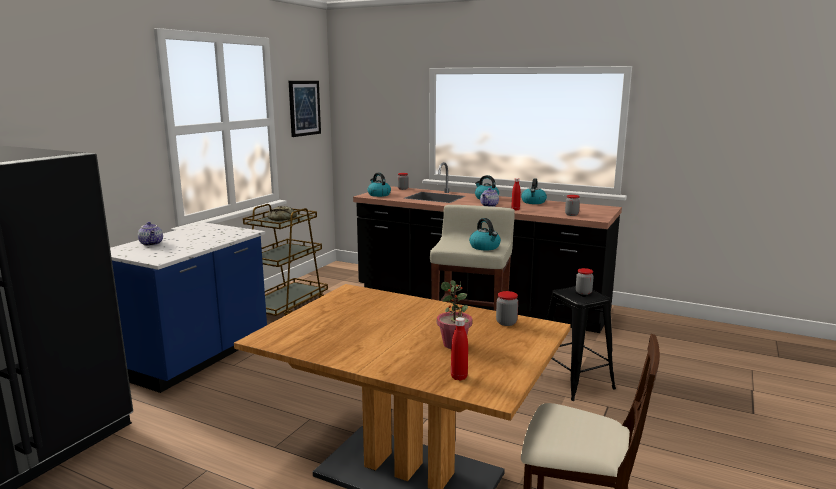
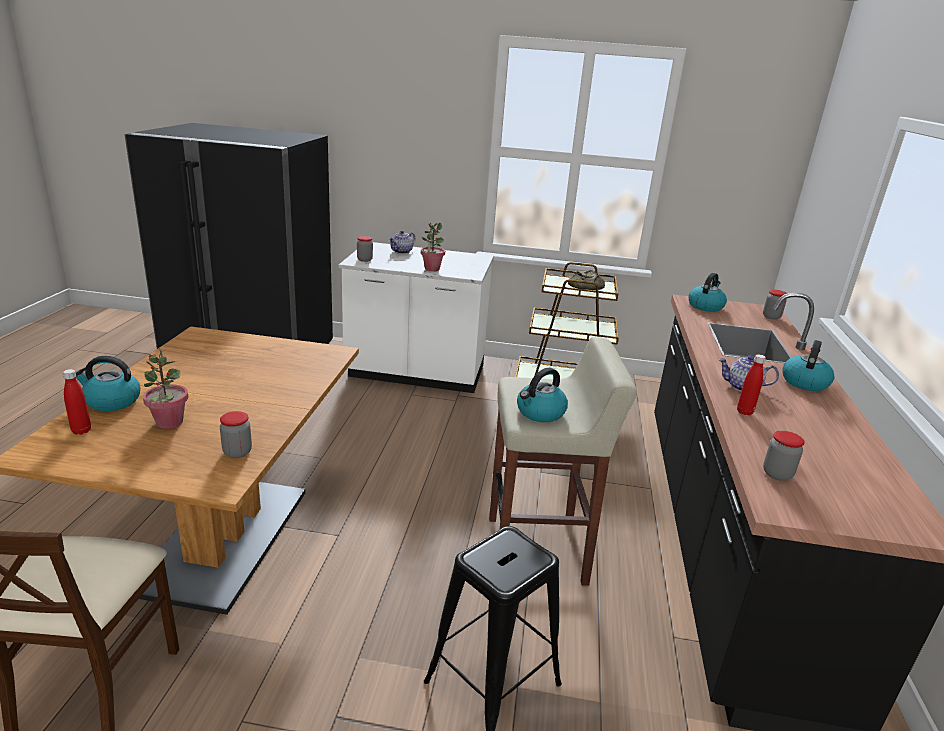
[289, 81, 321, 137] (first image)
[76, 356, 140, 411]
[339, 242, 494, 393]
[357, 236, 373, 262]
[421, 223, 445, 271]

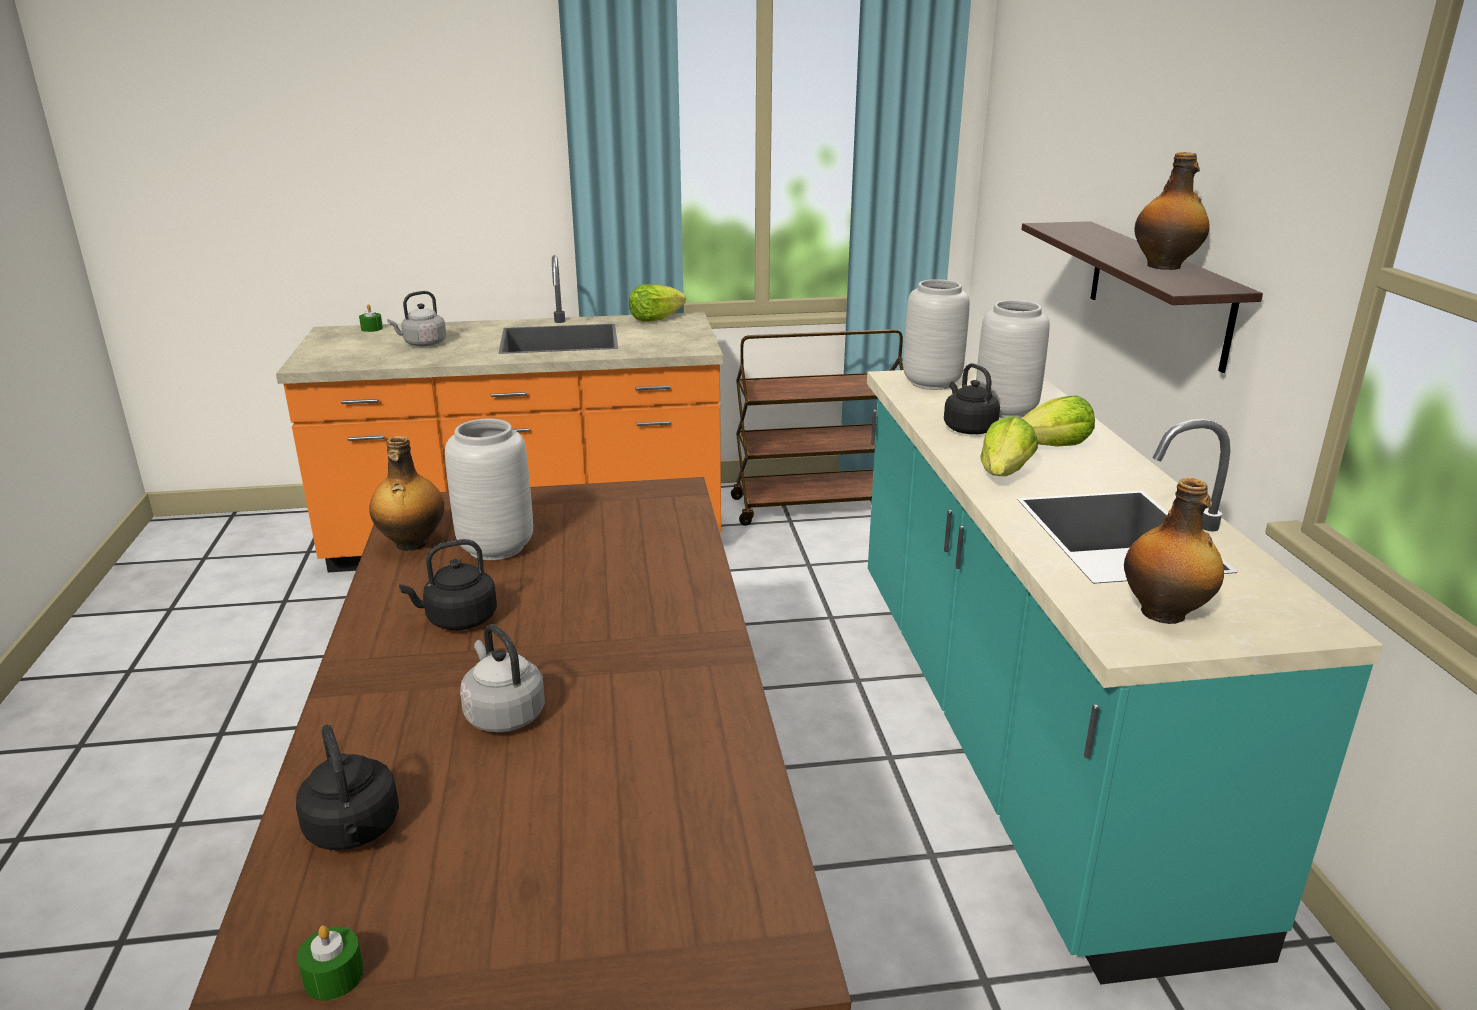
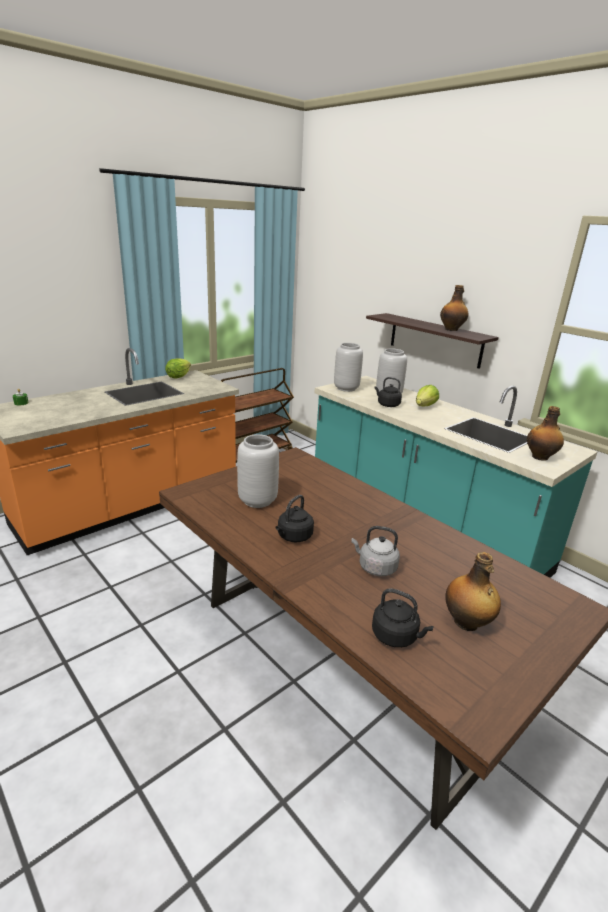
[387, 291, 446, 346] (first image)
[980, 416, 1038, 476] (first image)
[445, 552, 501, 631]
[297, 925, 364, 1001] (first image)

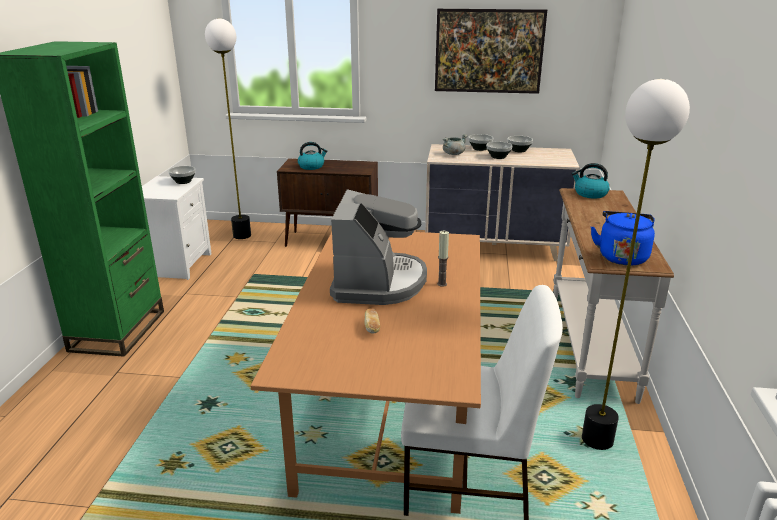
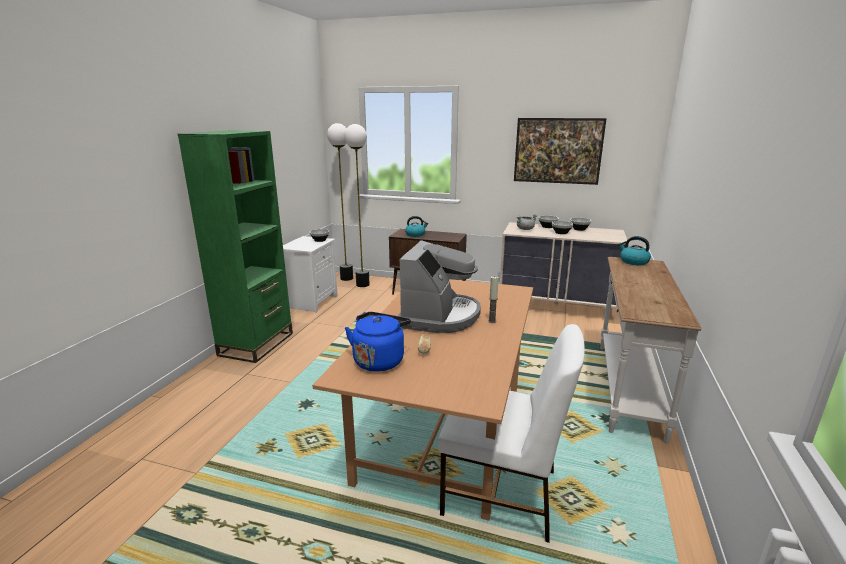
[327, 123, 353, 281]
[345, 312, 411, 372]

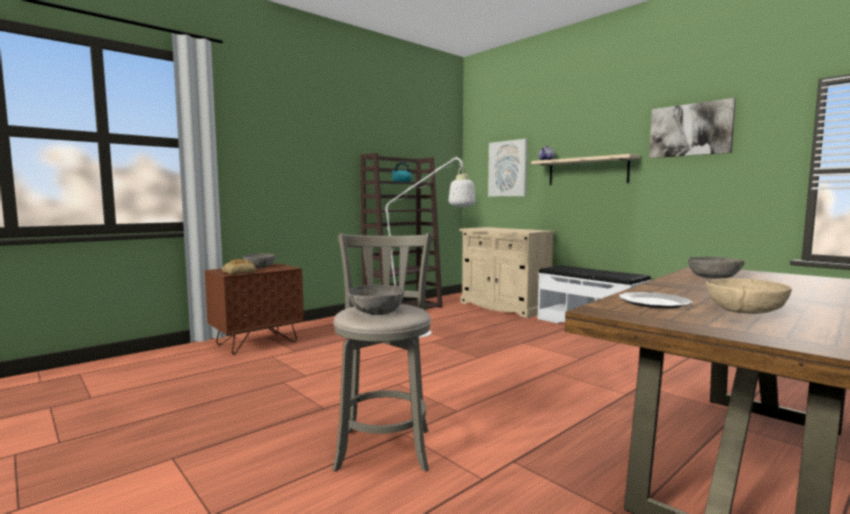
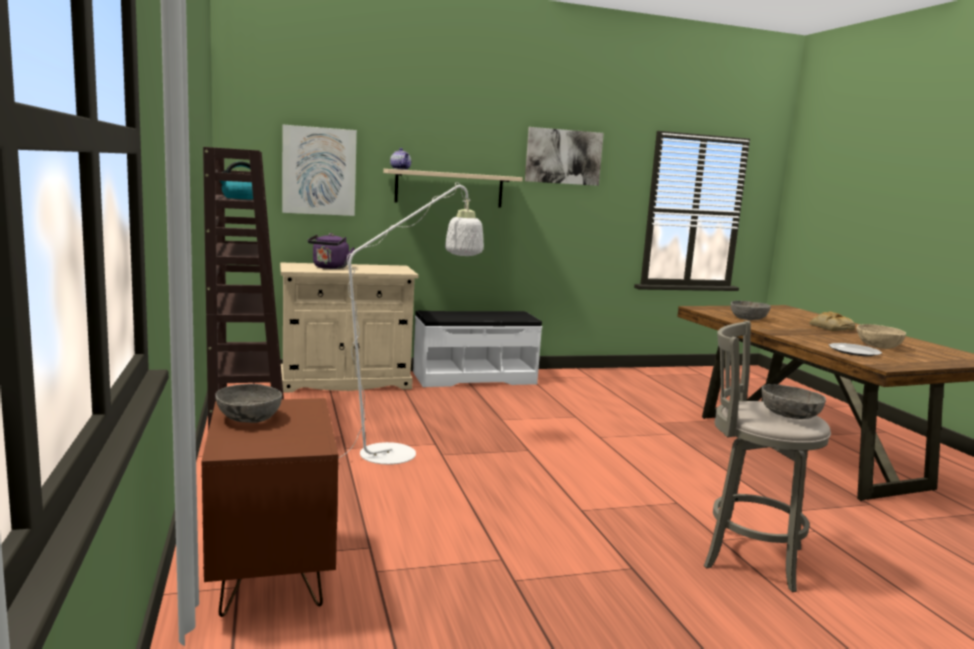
[809, 311, 855, 331]
[308, 233, 355, 269]

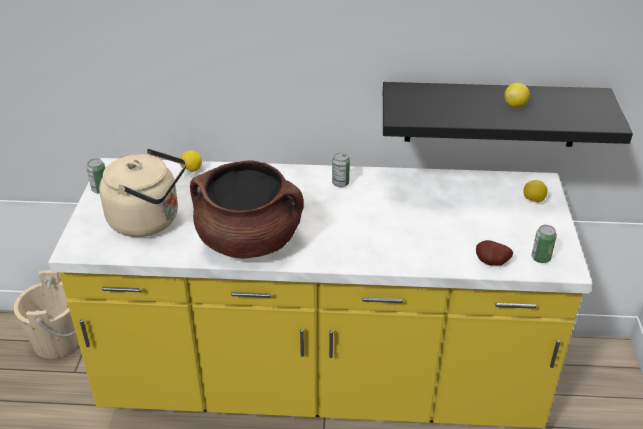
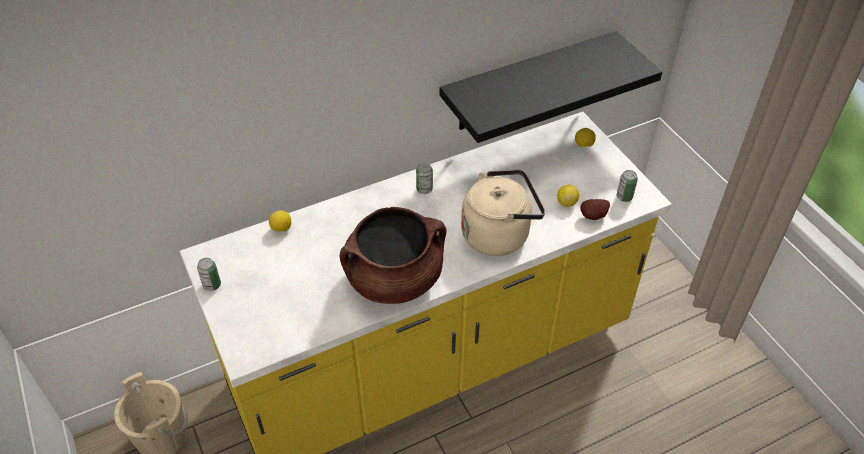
[557, 185, 579, 207]
[461, 169, 545, 256]

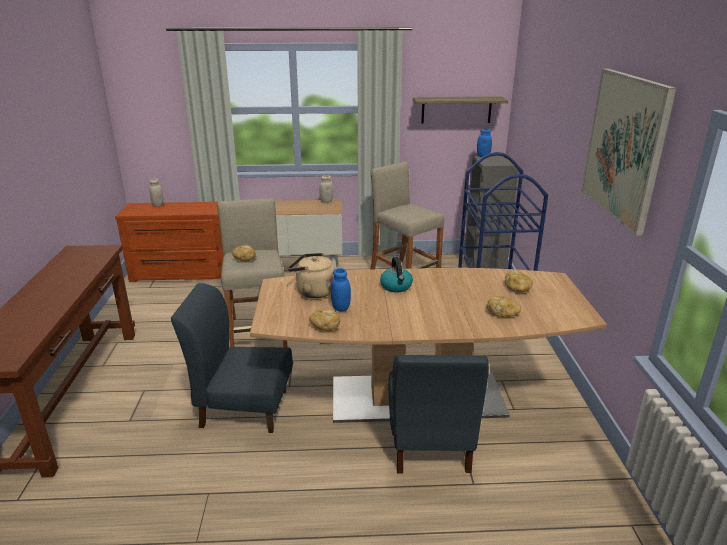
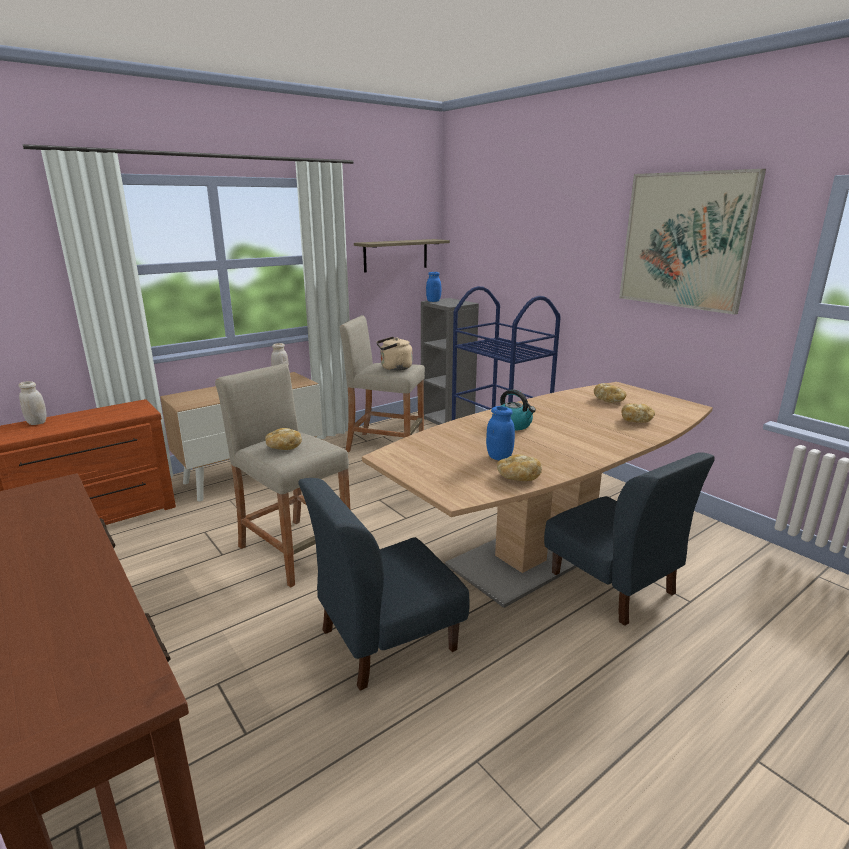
[376, 337, 412, 371]

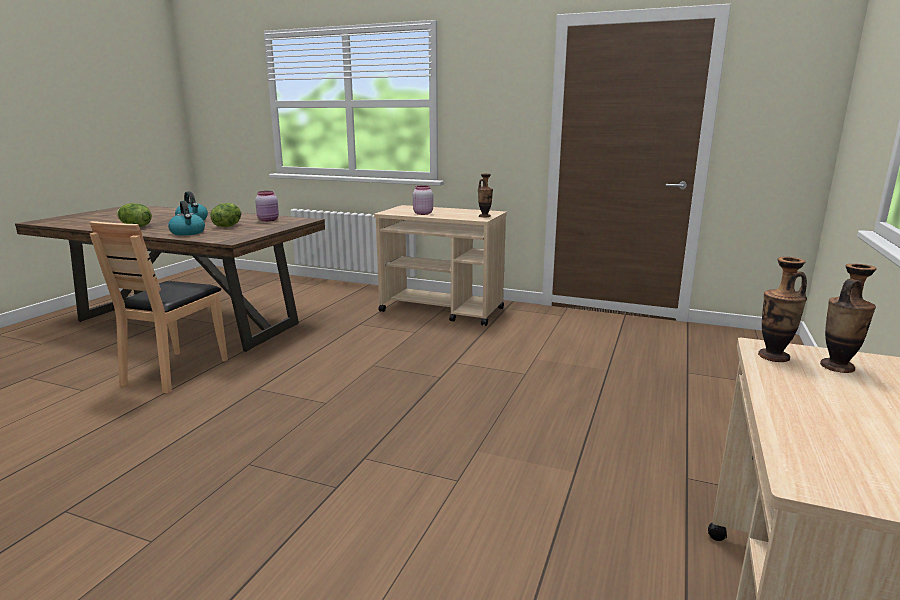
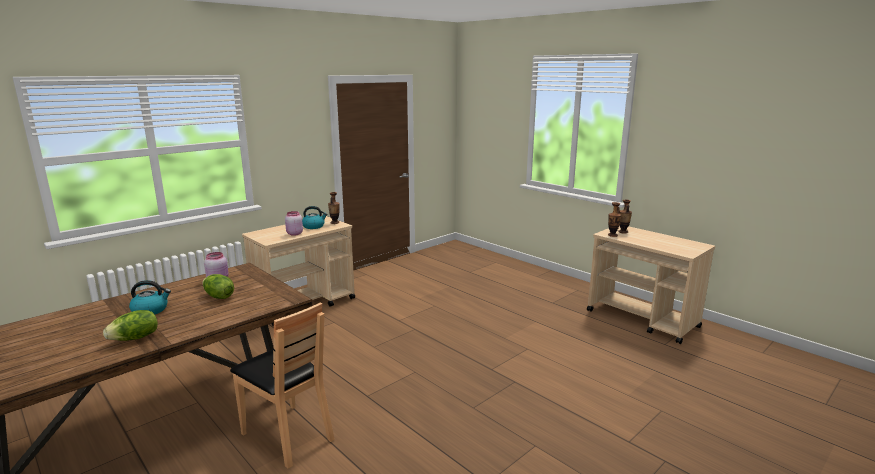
[302, 206, 327, 229]

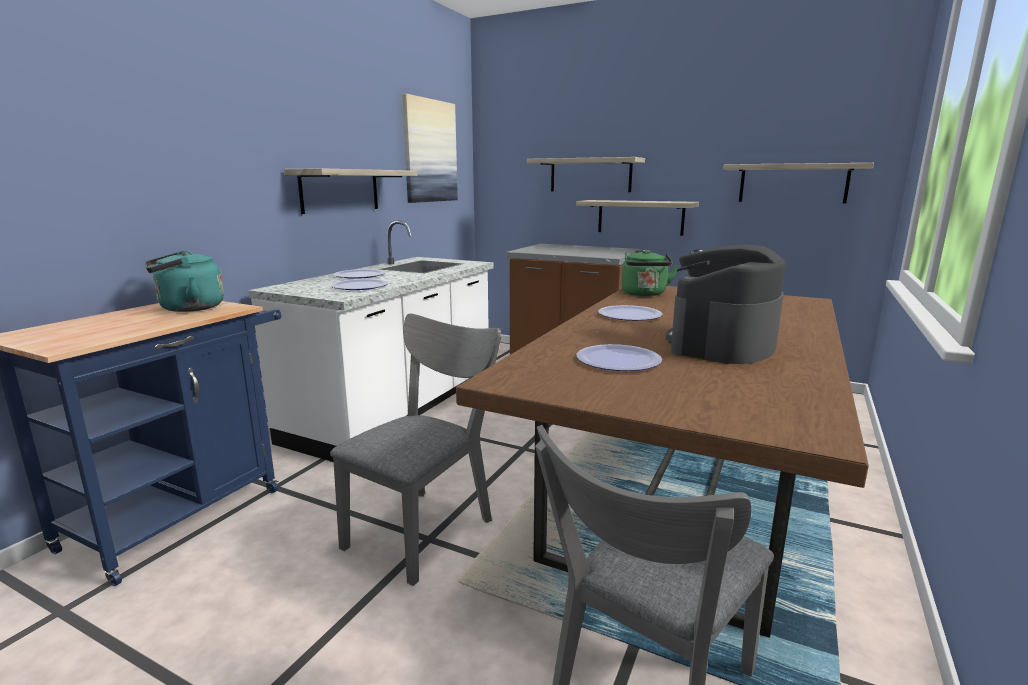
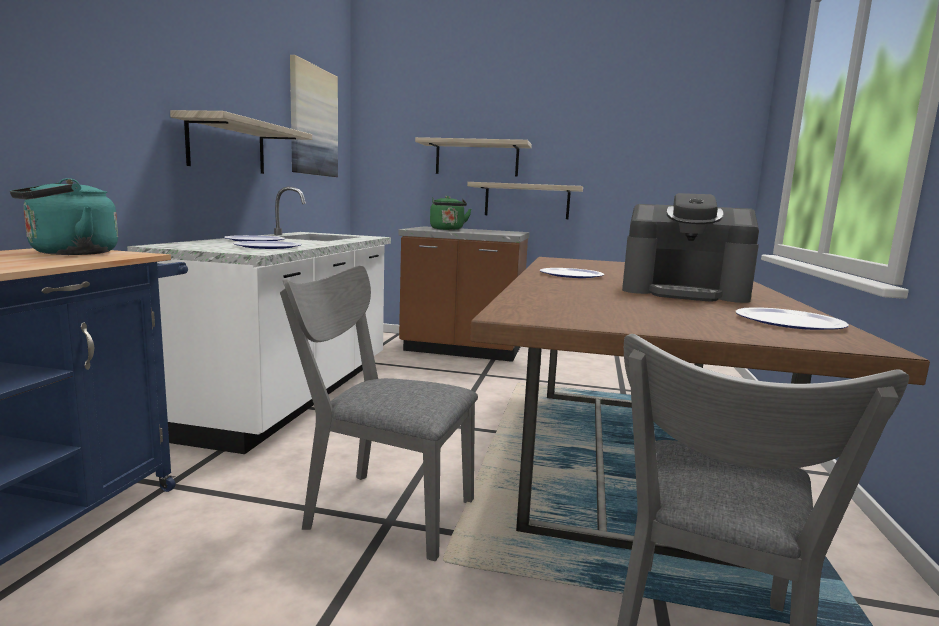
[723, 163, 874, 203] (first image)
[622, 193, 759, 303]
[430, 196, 472, 230]
[280, 265, 478, 561]
[735, 307, 849, 330]

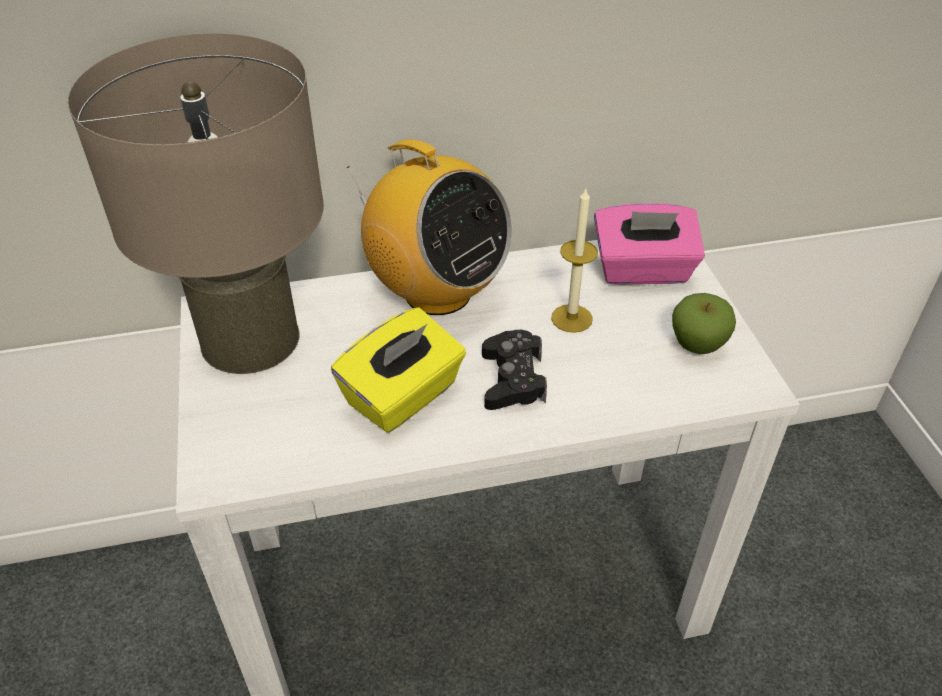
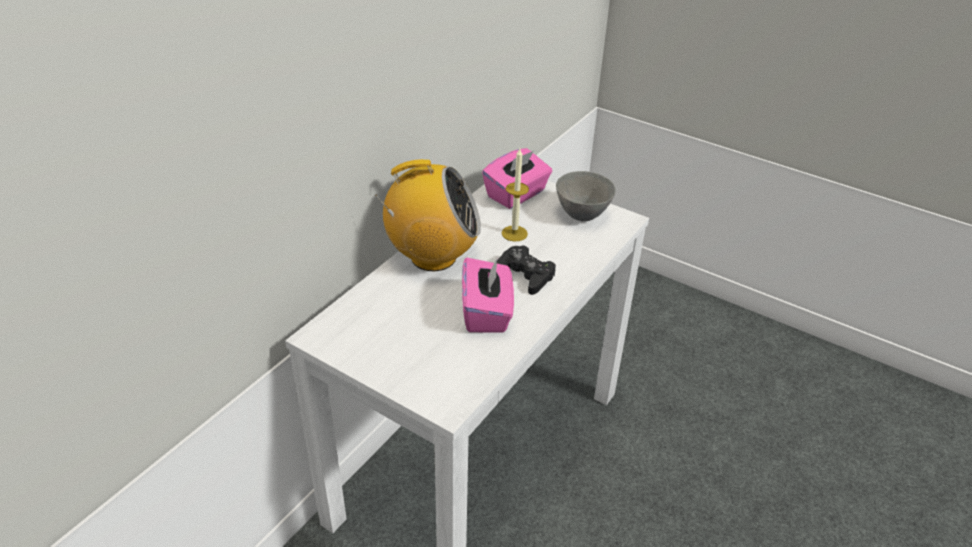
[68, 34, 324, 374] (first image)
[556, 171, 616, 222]
[462, 258, 514, 332]

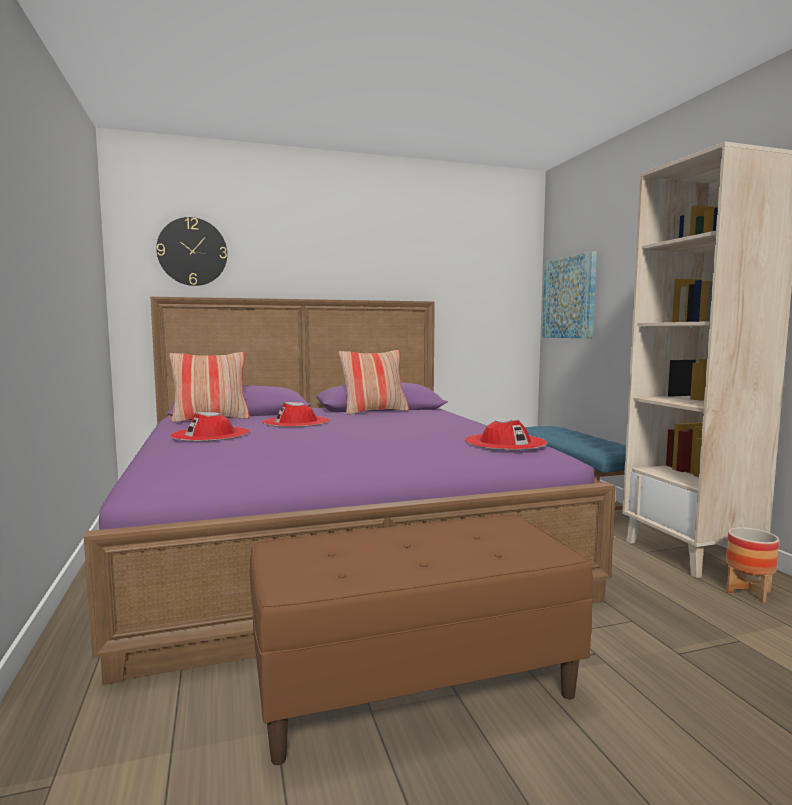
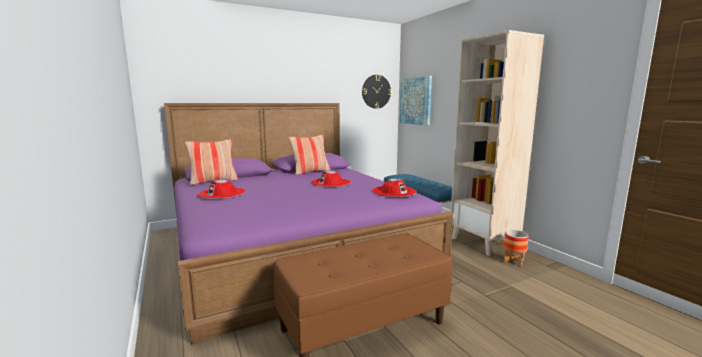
[362, 75, 391, 109]
[311, 171, 351, 187]

